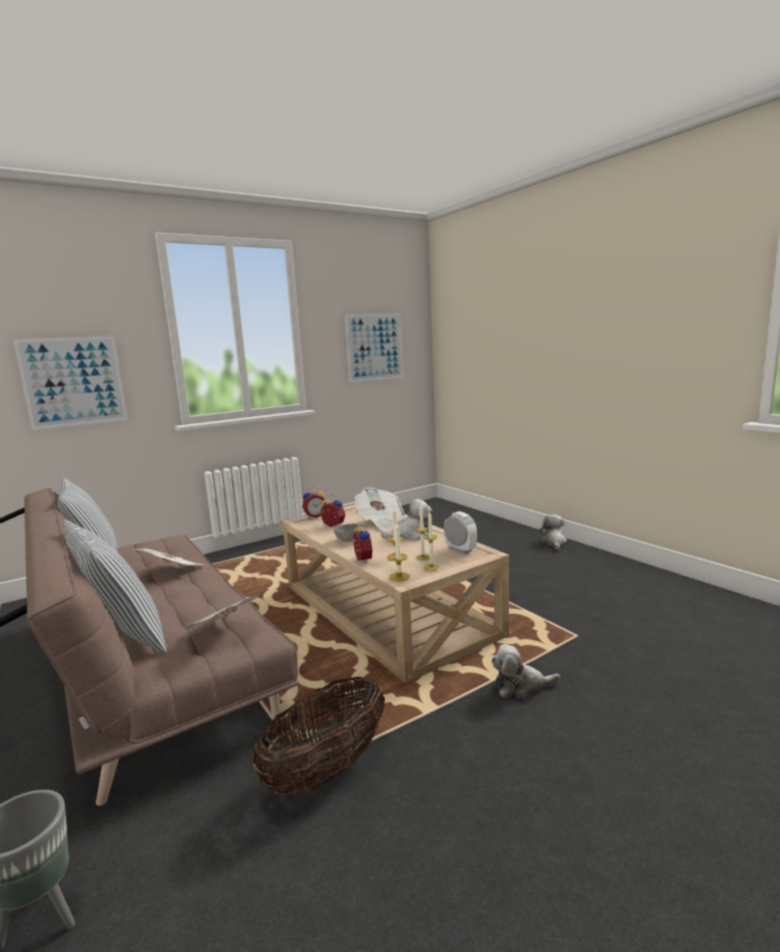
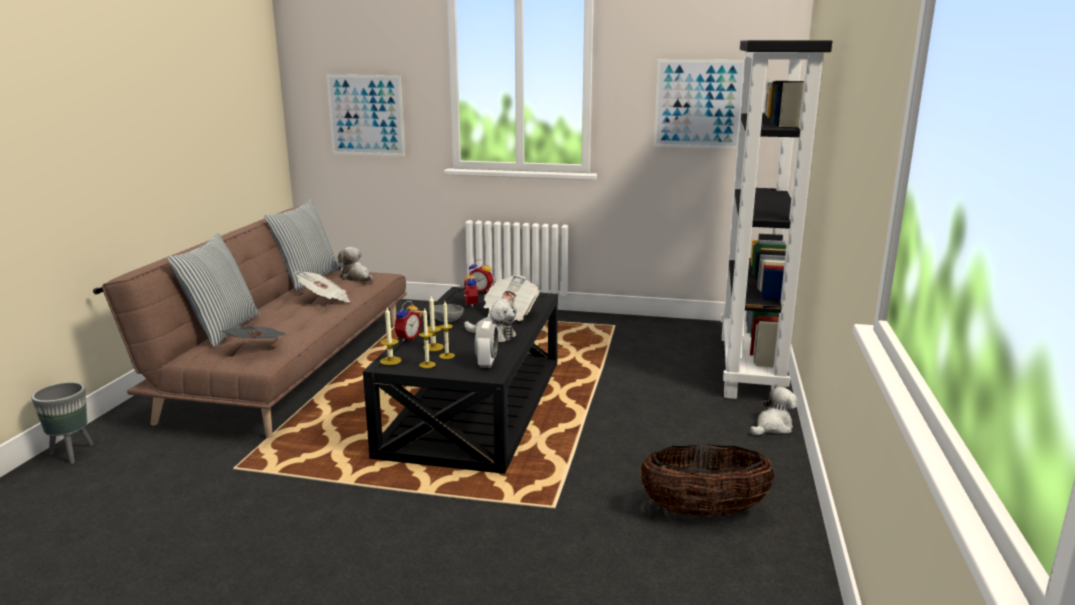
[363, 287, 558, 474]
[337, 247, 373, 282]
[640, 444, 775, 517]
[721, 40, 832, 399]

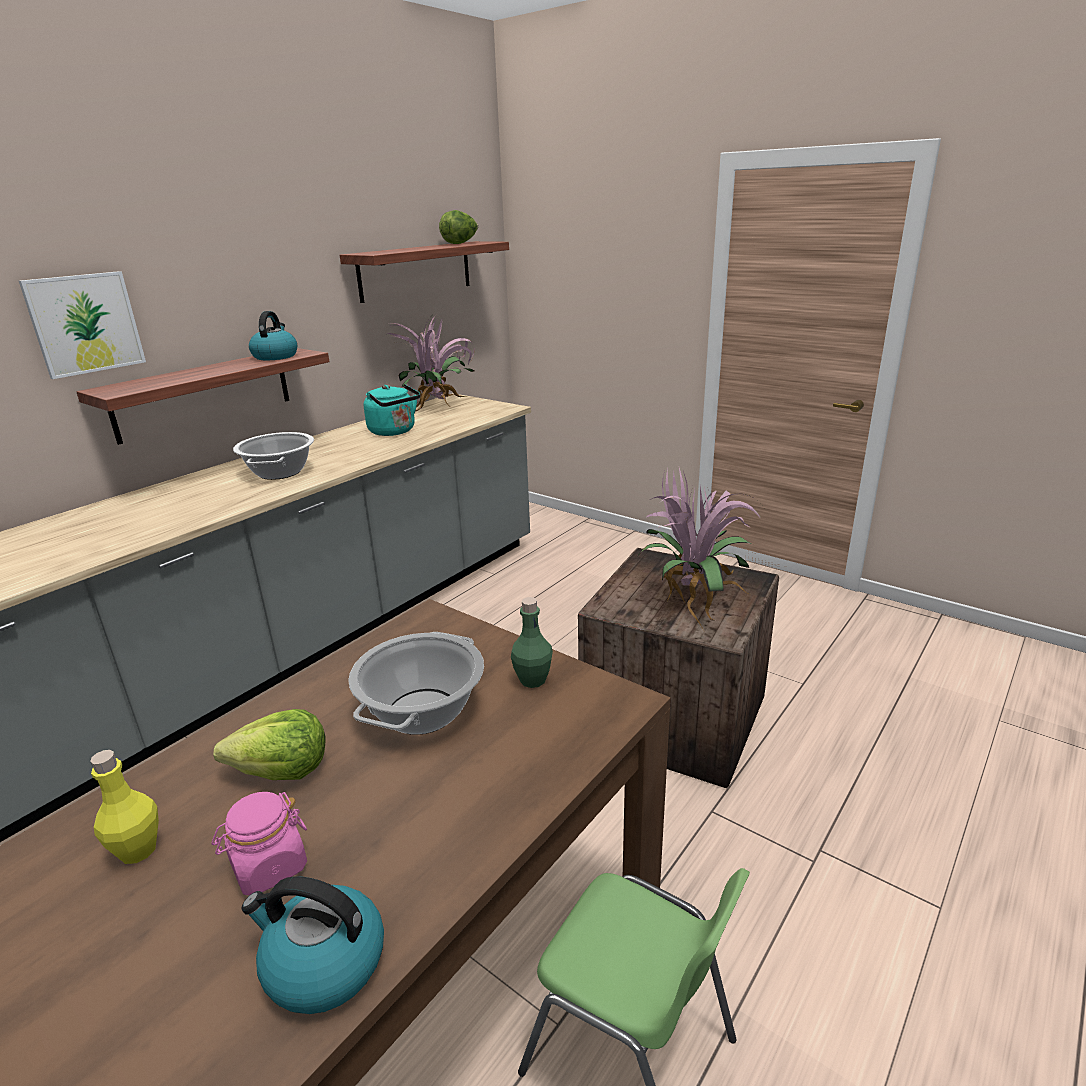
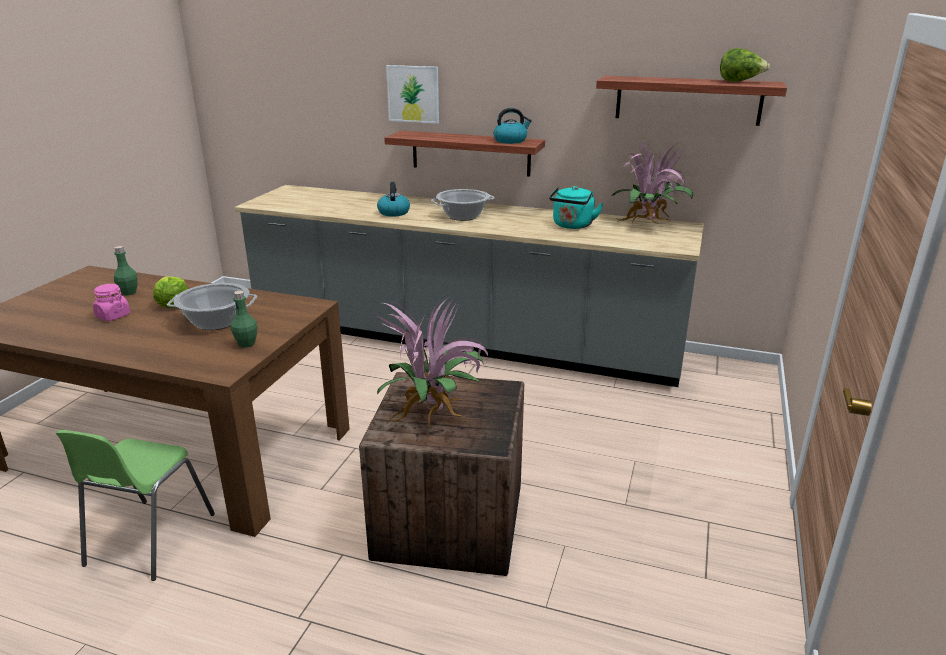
[114, 246, 138, 295]
[377, 182, 410, 217]

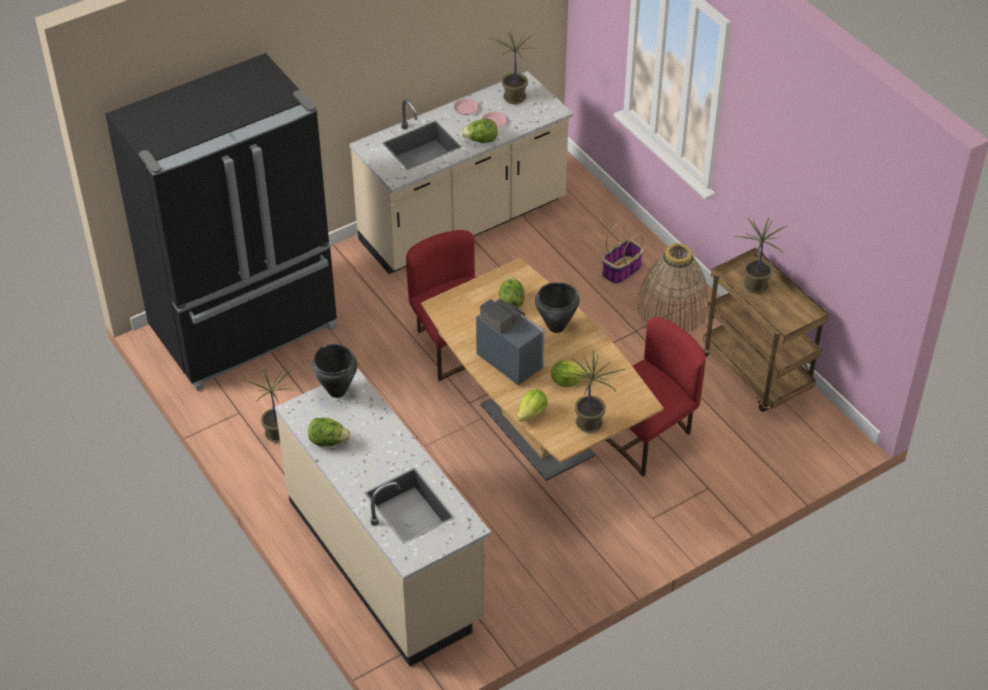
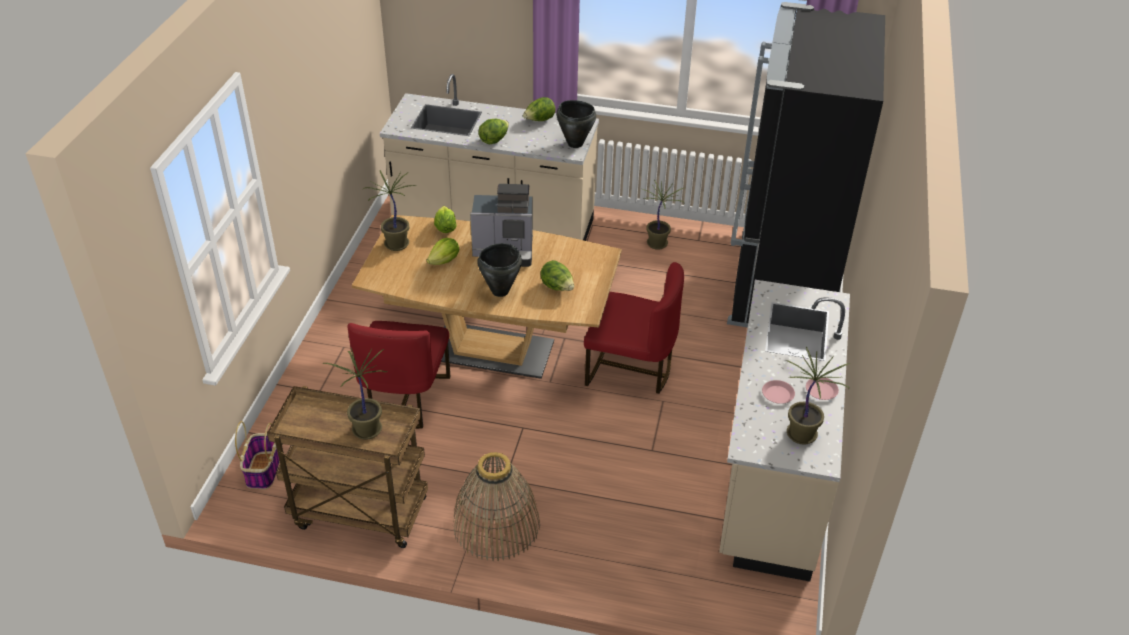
[478, 119, 509, 145]
[235, 421, 280, 489]

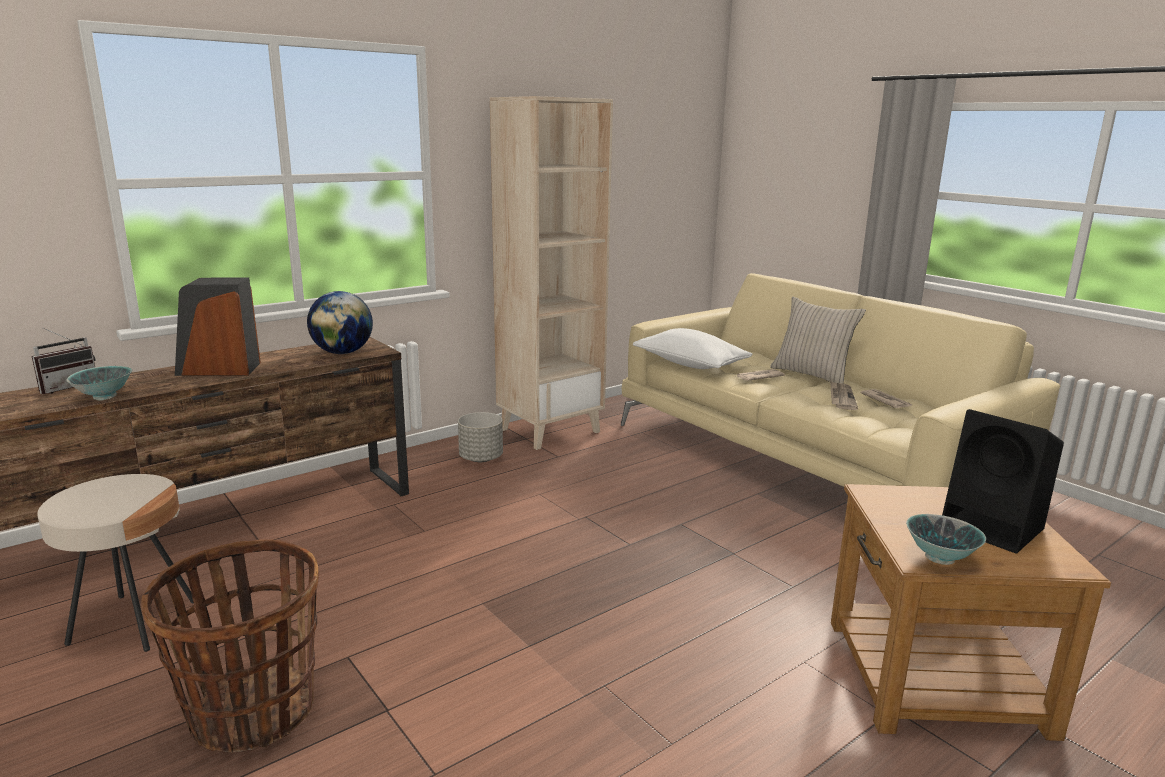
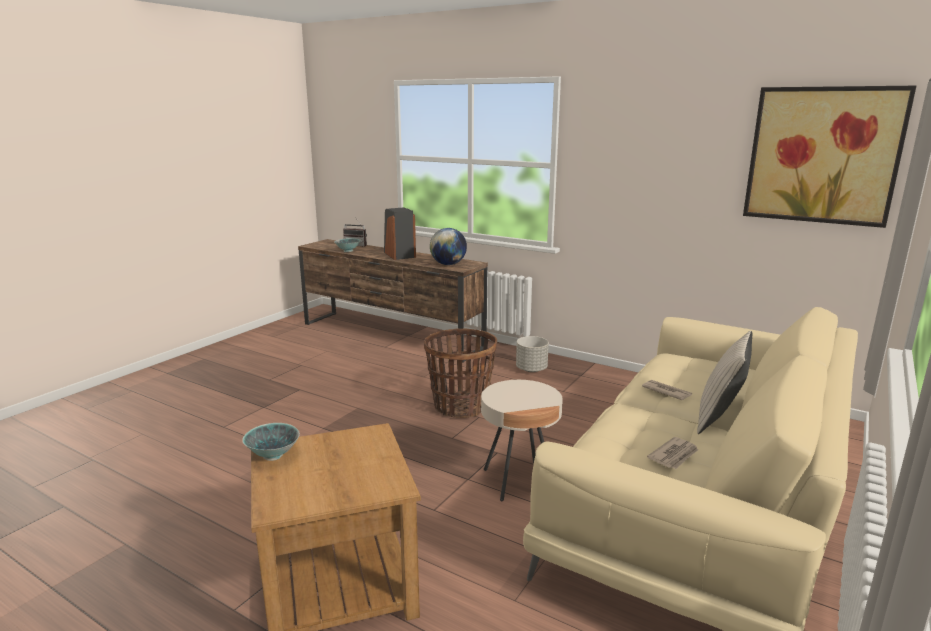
[490, 96, 613, 450] (first image)
[633, 328, 752, 369] (first image)
[830, 381, 858, 410] (first image)
[942, 409, 1064, 554] (first image)
[481, 380, 563, 501]
[424, 329, 497, 418]
[743, 86, 916, 228]

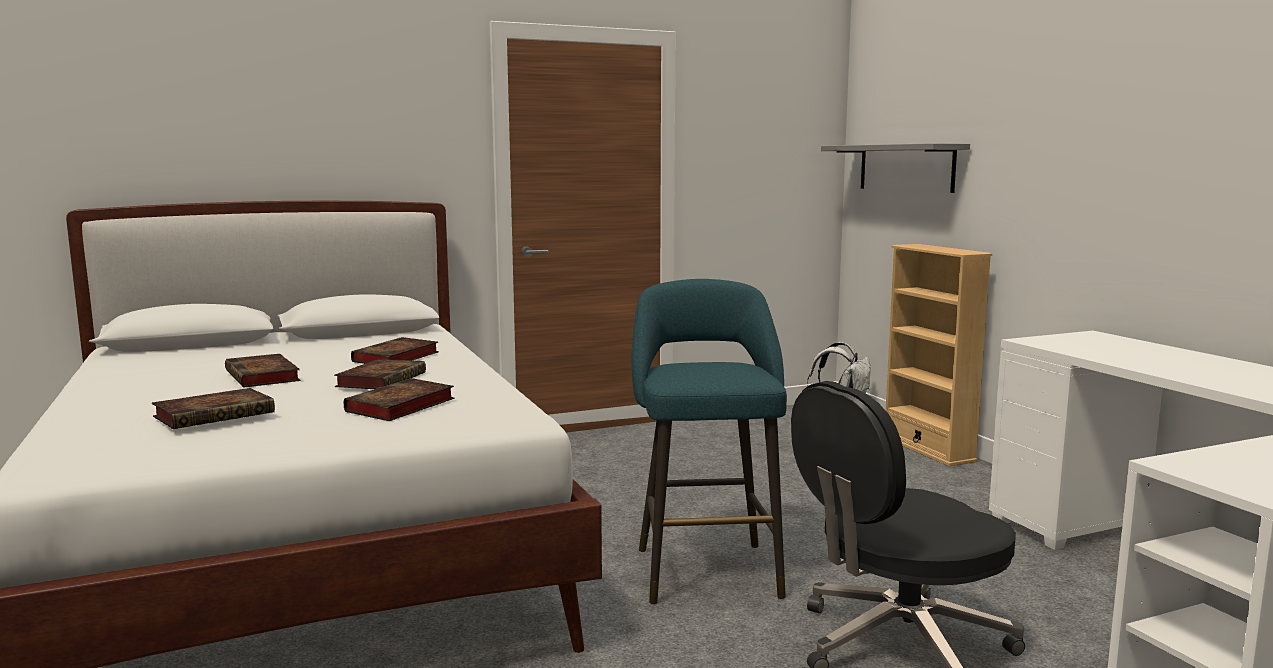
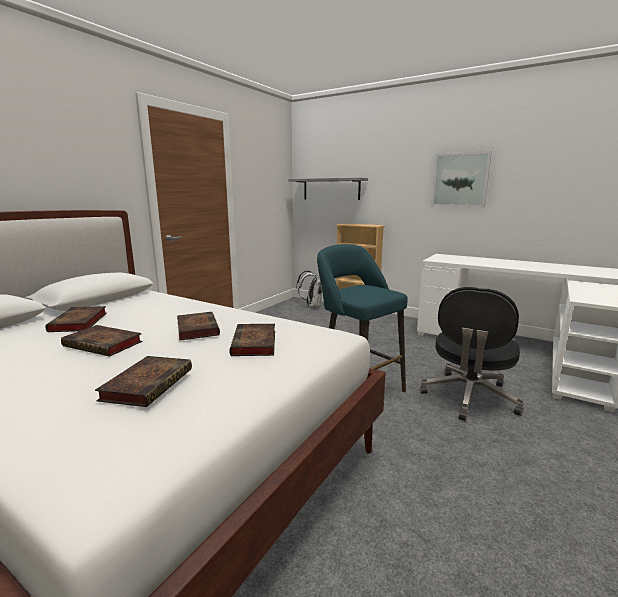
[45, 306, 107, 332]
[431, 151, 492, 207]

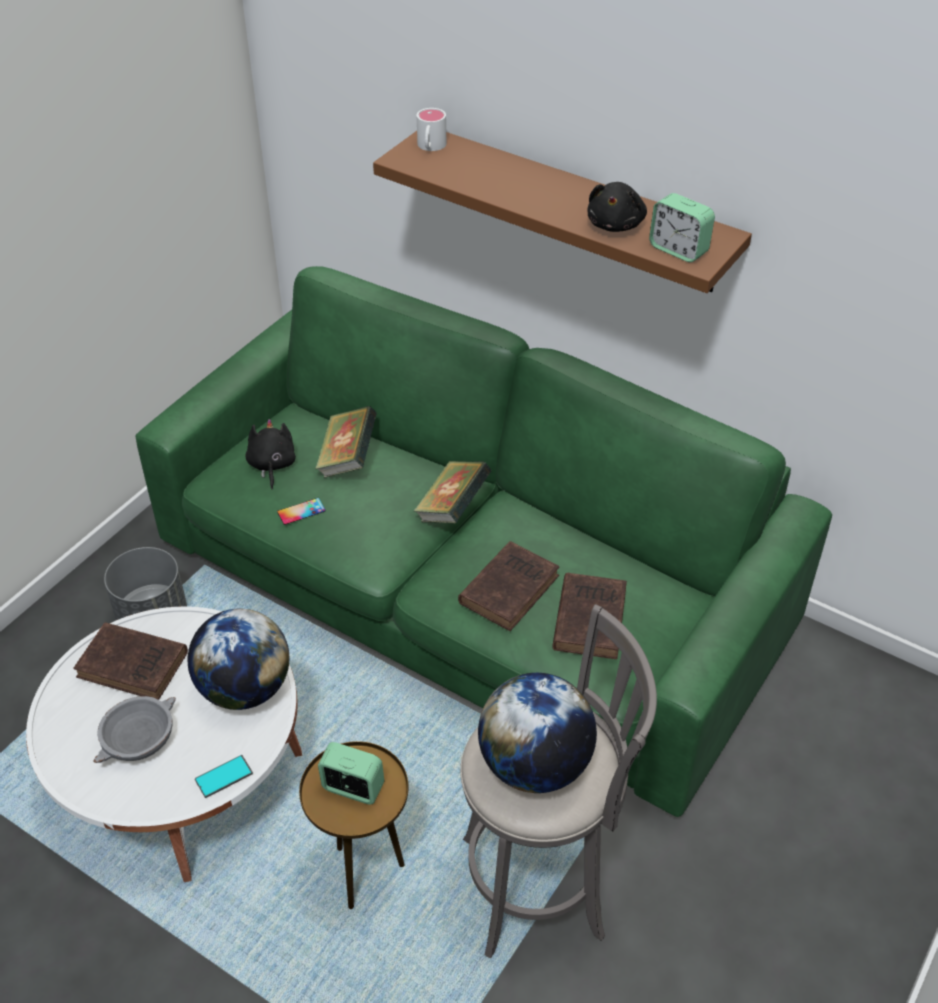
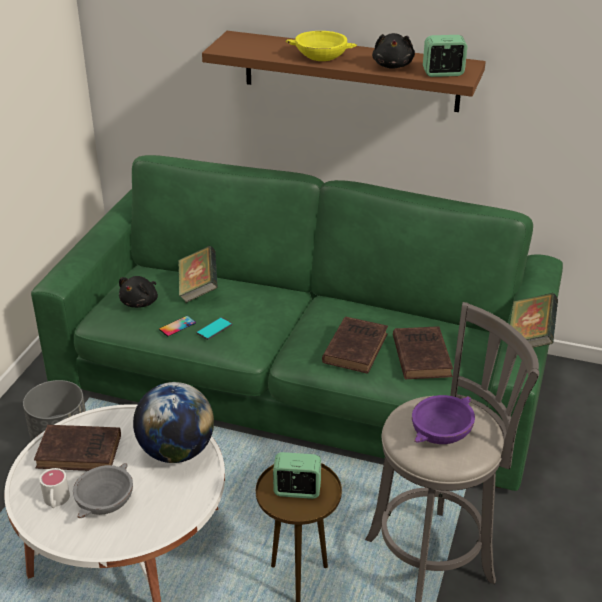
[39, 468, 70, 508]
[423, 35, 467, 77]
[119, 276, 158, 308]
[510, 293, 558, 348]
[412, 395, 475, 444]
[196, 317, 233, 340]
[285, 31, 357, 61]

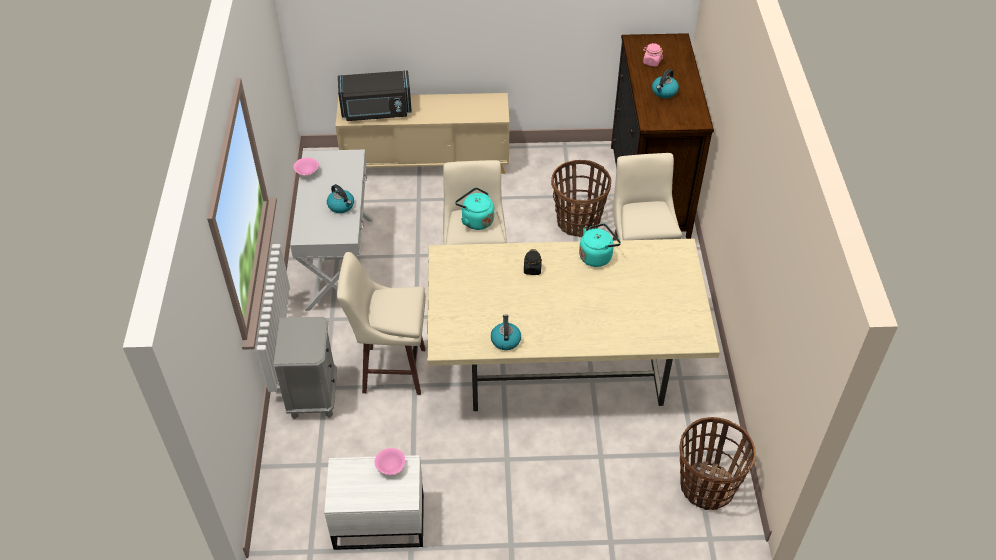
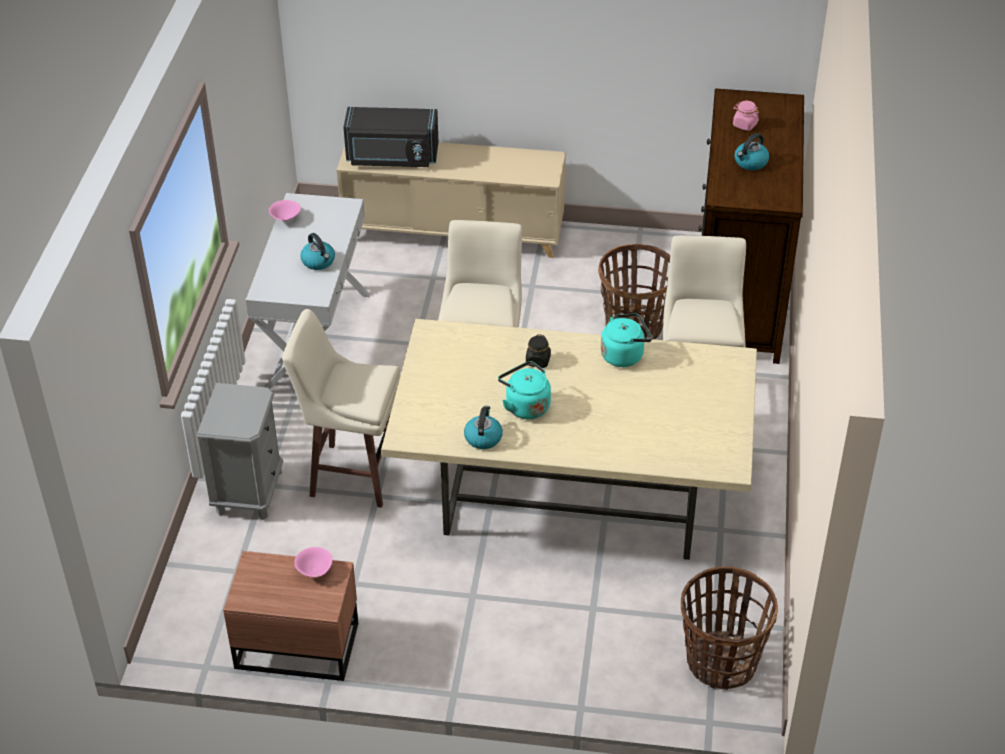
[498, 361, 551, 419]
[223, 551, 358, 681]

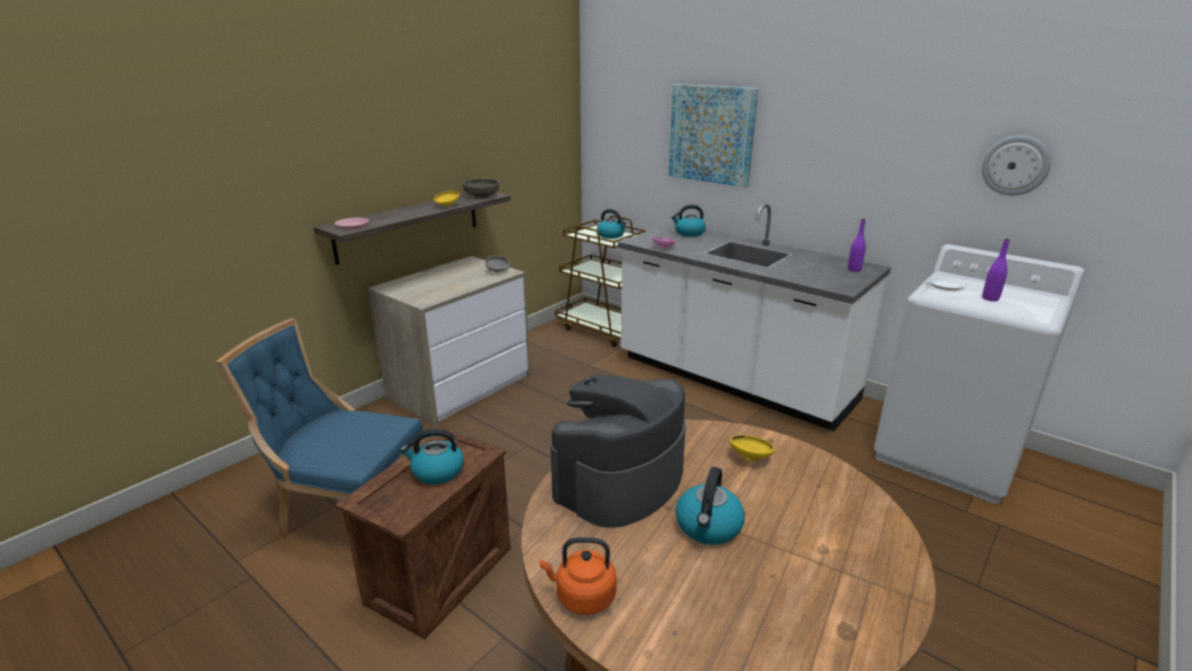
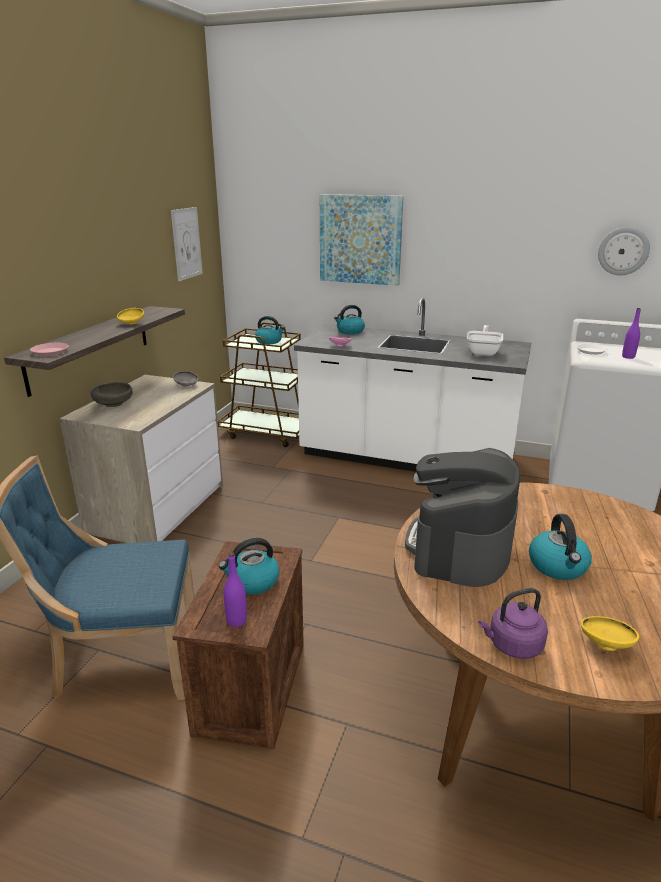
[90, 382, 132, 407]
[224, 552, 247, 627]
[581, 616, 639, 651]
[478, 588, 548, 659]
[171, 207, 203, 281]
[467, 325, 503, 356]

